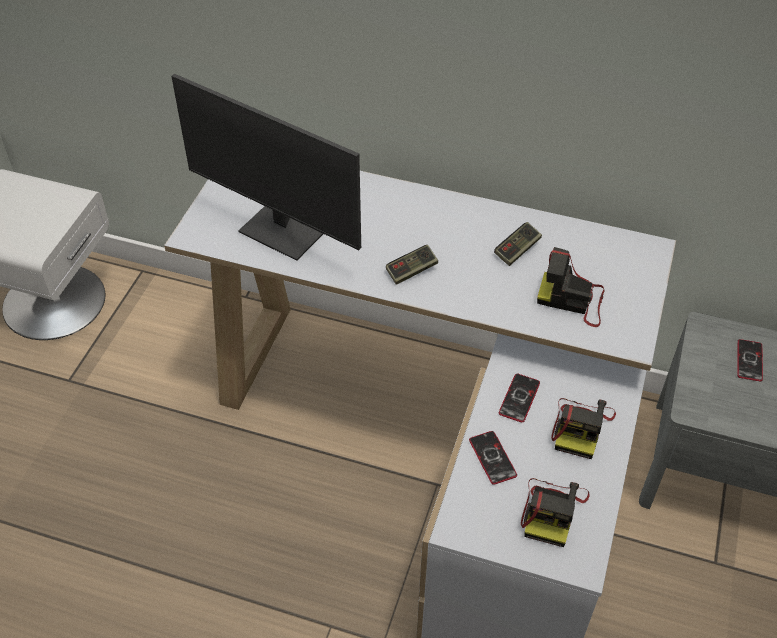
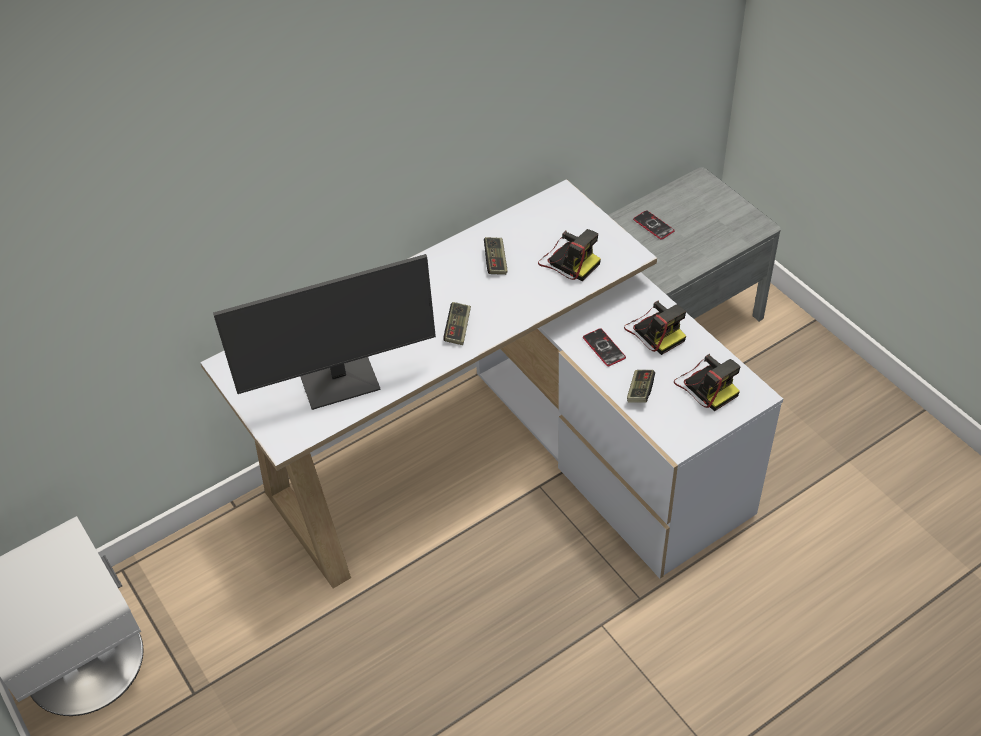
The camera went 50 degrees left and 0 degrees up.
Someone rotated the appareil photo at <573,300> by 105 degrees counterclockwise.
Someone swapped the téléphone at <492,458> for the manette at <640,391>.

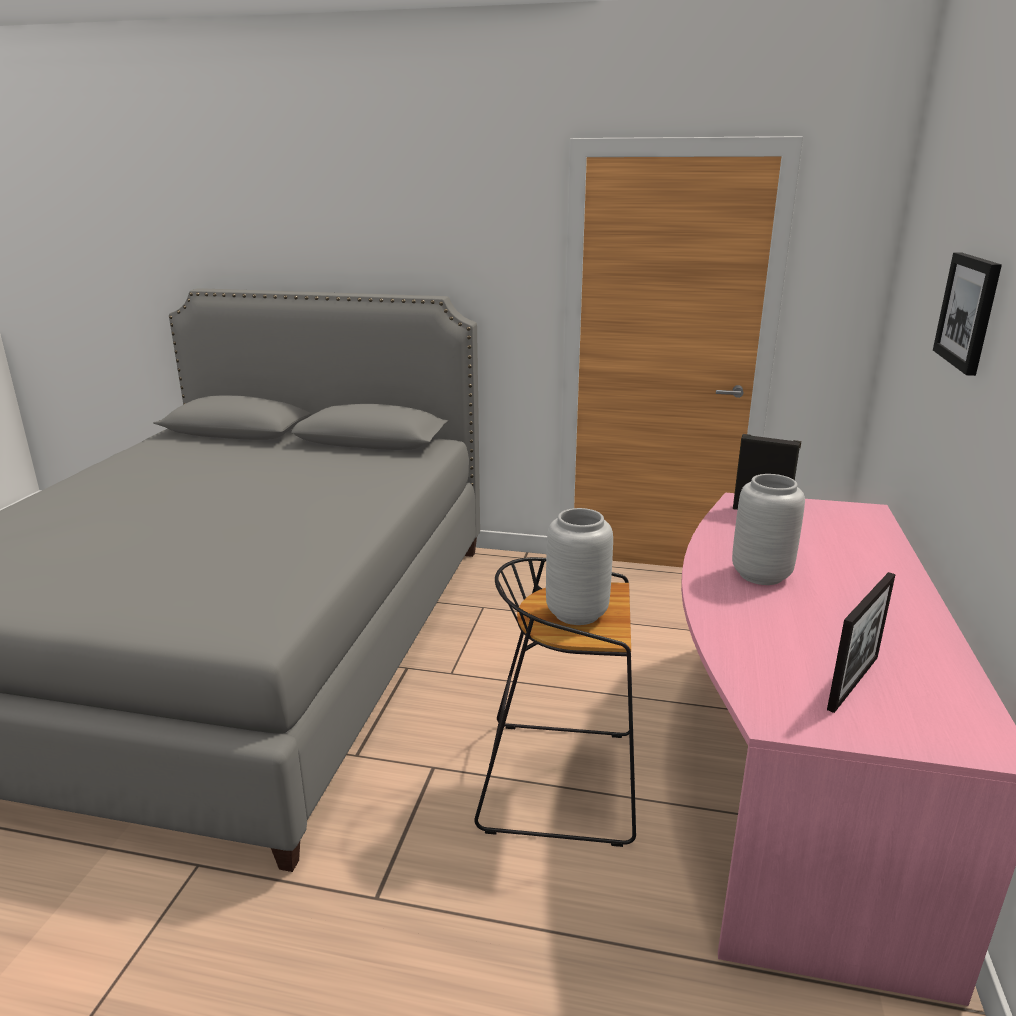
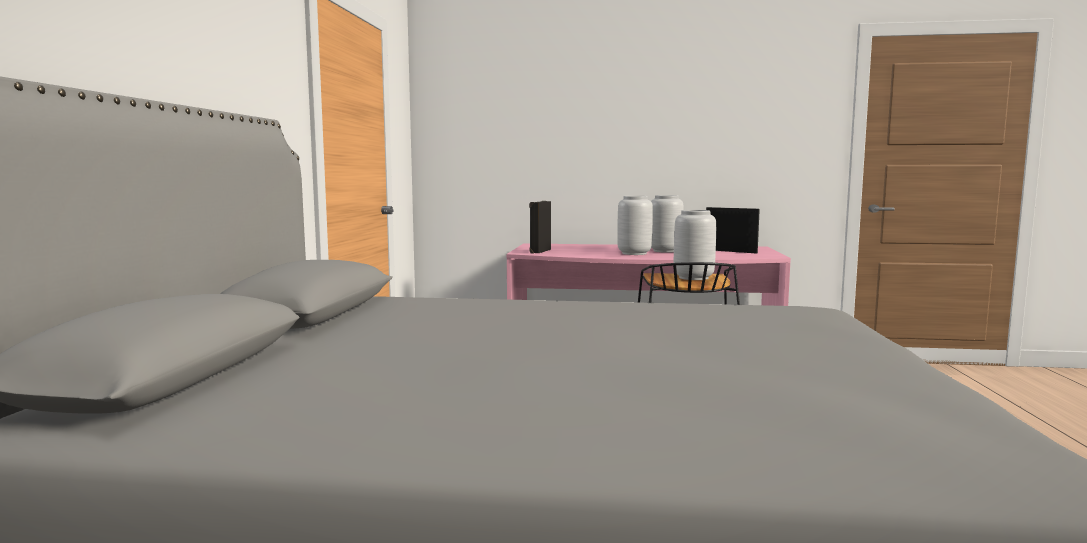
The camera went 95 degrees left and 15 degrees down.
Someone put down the vase (gris) at <665,251>.
Someone took away the tableau at <968,311>.

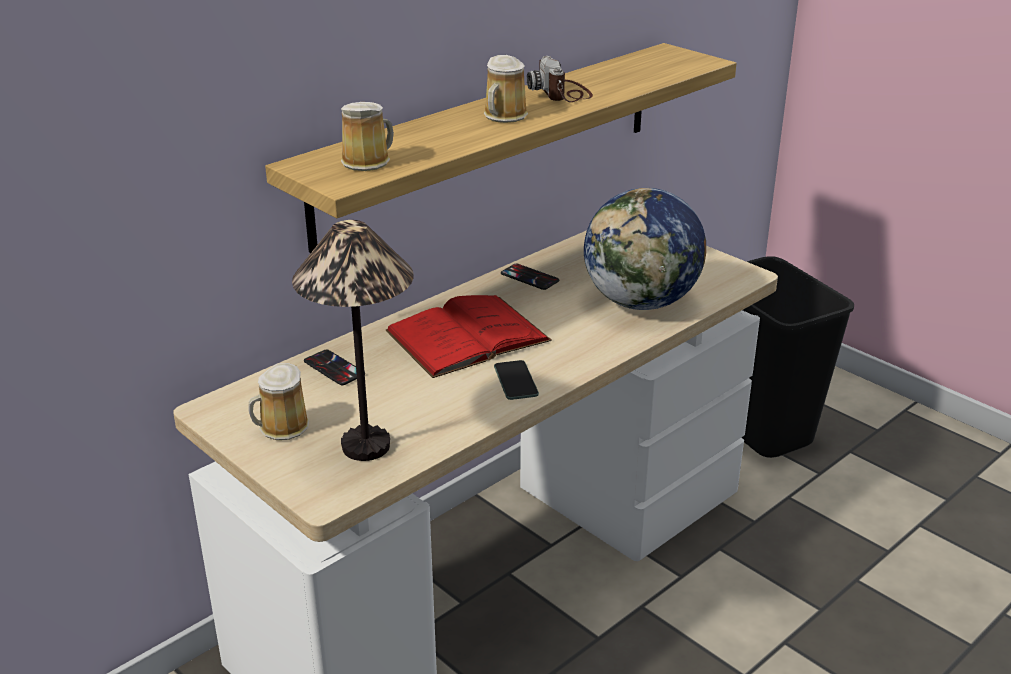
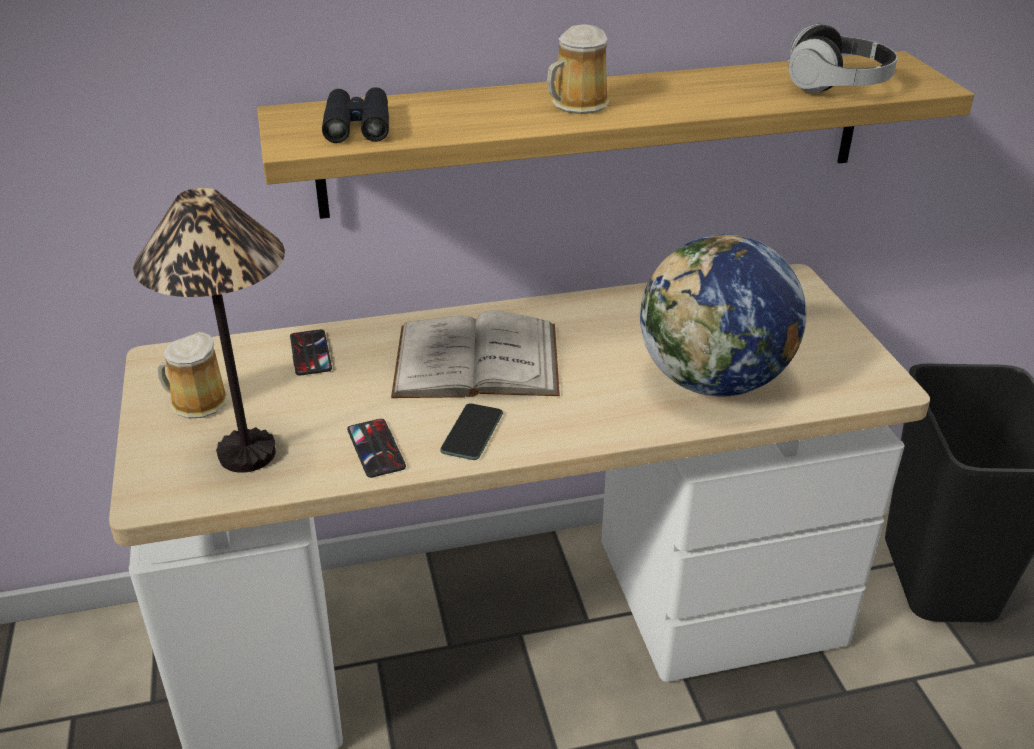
The camera went 30 degrees right and 5 degrees up.
Someone swapped the mug at <368,161> for the jumelles (noir) at <357,126>.
Someone carried the téléphone from <530,277> to <376,448>.
Someone repainted the livre (rouge) at <467,336>, which became the livre (blanc) at <476,360>.
Someone put down the casque audio at <836,86>.
Someone took away the appareil photo at <562,93>.

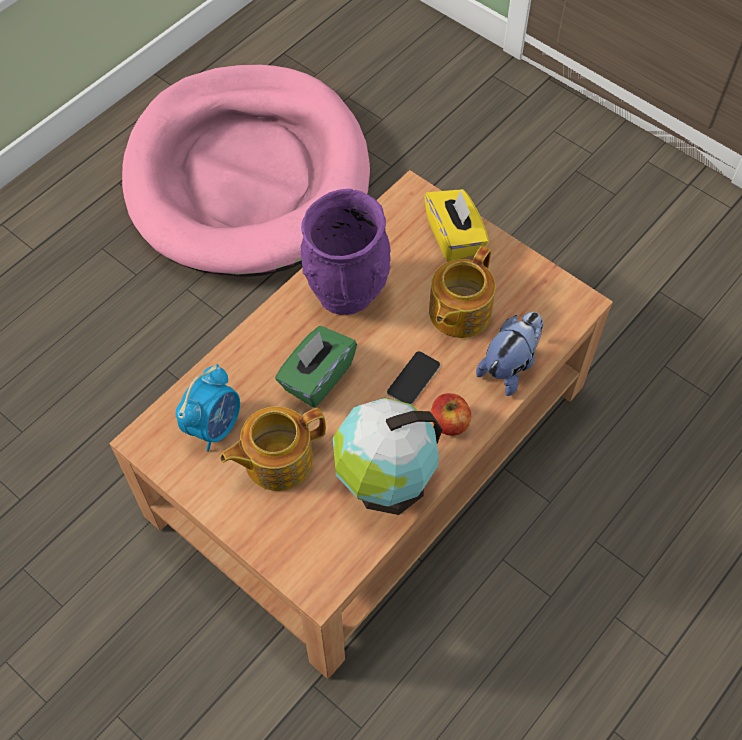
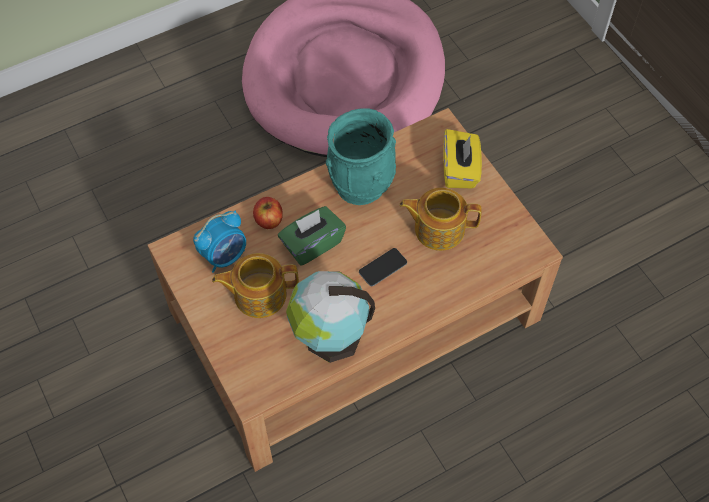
The camera went 20 degrees right and 0 degrees up.
Someone carried the pomme from <449,423> to <268,220>.
Someone repainted the vase (violet) at <346,290>, which became the vase (turquoise) at <361,186>.
Someone rotated the théière at <458,312> by 45 degrees clockwise.
Someone took away the peluche at <510,366>.

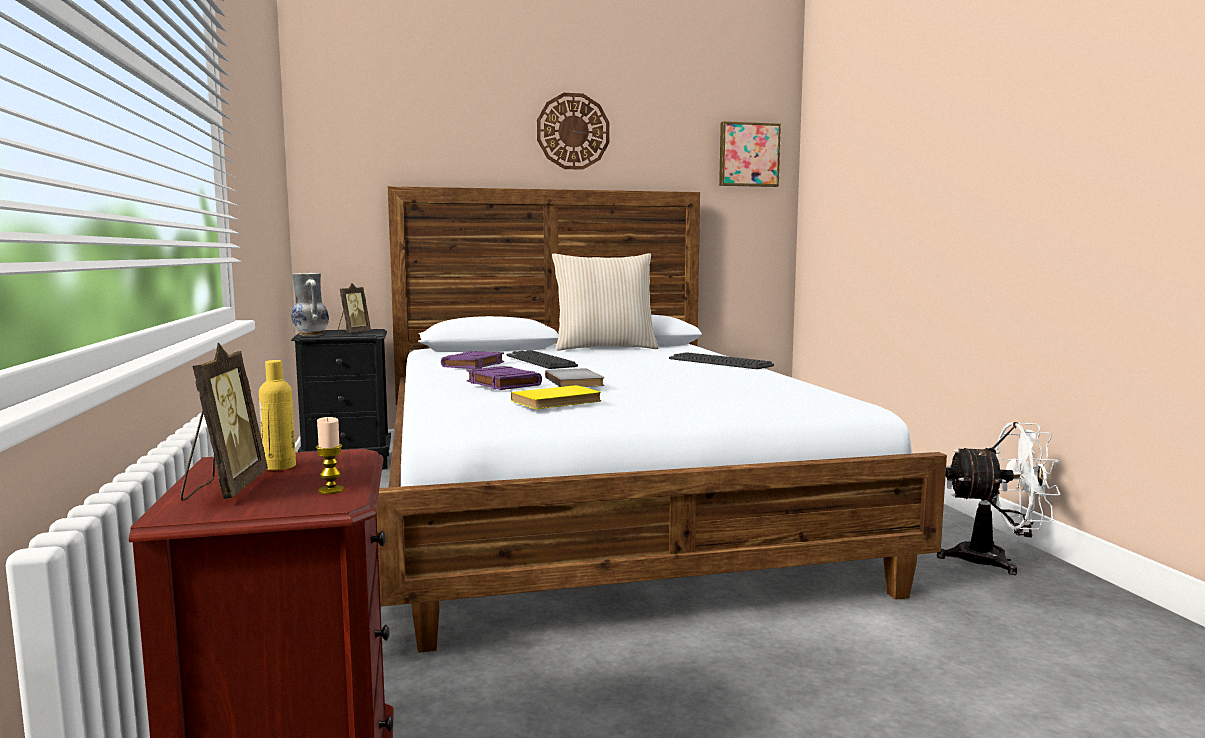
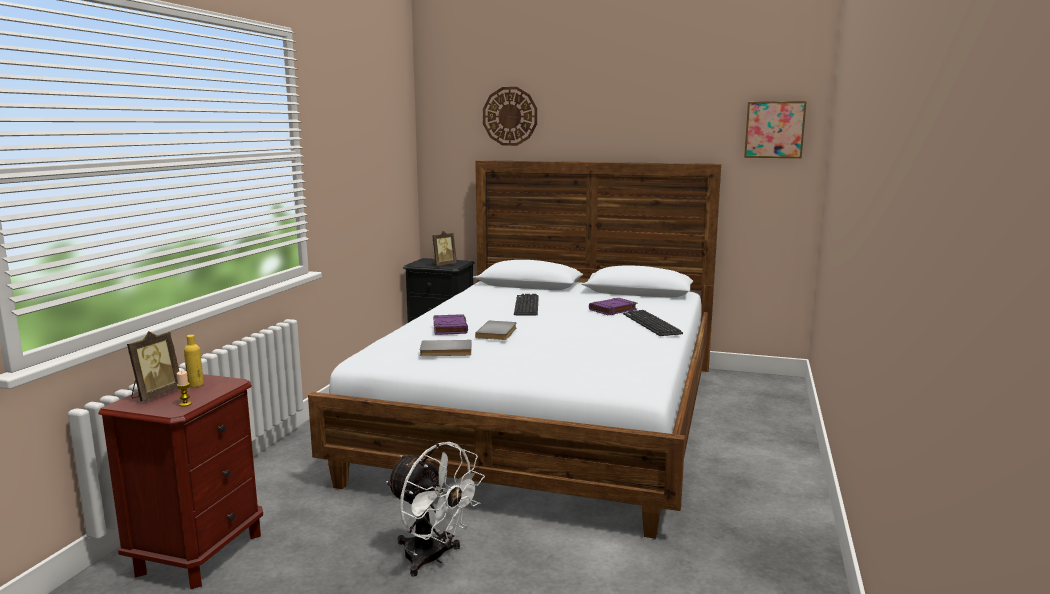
The camera went 30 degrees right and 5 degrees up.
Someone carried the ventilateur (blanc) from <995,560> to <432,559>.
Someone repainted the livre (jaune) at <558,401>, which became the livre (gris) at <446,351>.
Someone carried the horloge murale from <573,131> to <510,116>.
Someone carried the livre (violet) from <473,365> to <612,310>.
Someone took away the vase at <310,335>.
Someone took away the coussin (beige) at <604,348>.

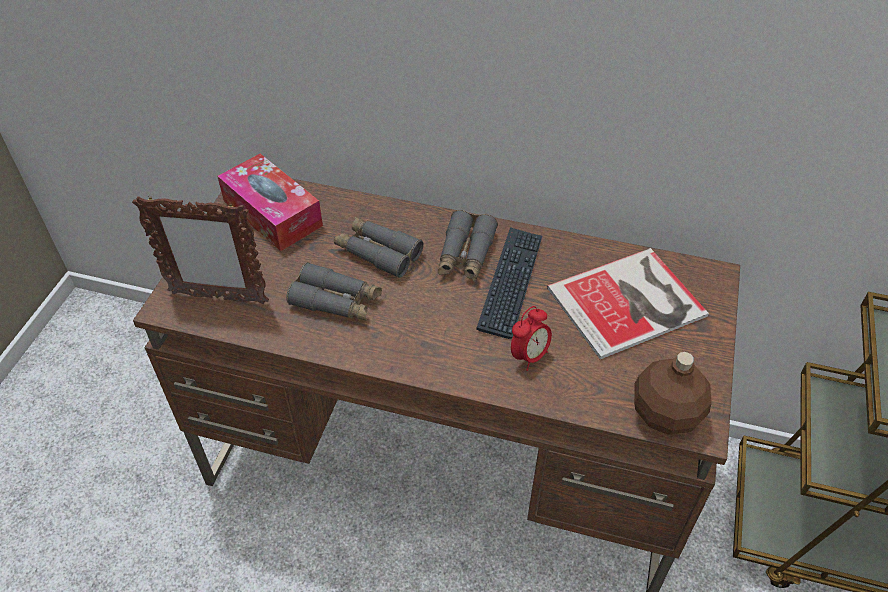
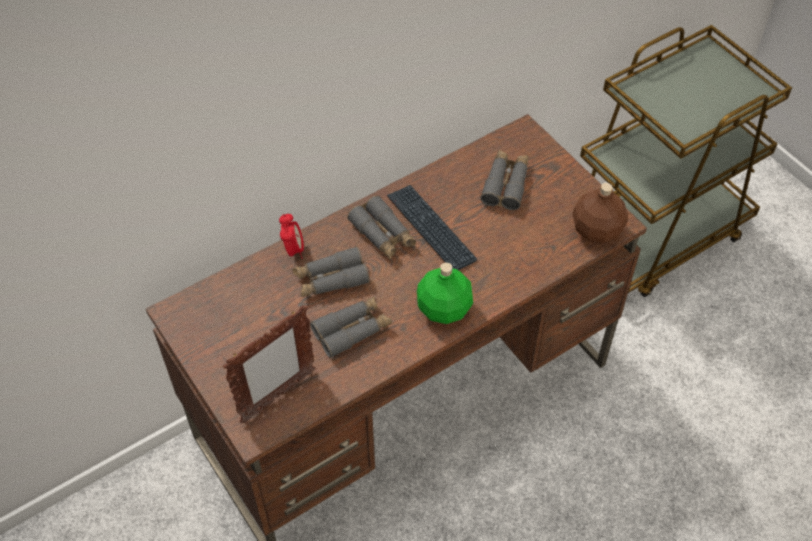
The camera went 50 degrees left and 5 degrees up.
Someone carried the réveil from <529,356> to <293,250>.
Someone put down the bouteille (vert) at <444,308>.
Someone swapped the livre at <631,303> for the jumelles (gris) at <506,184>.
Someone took away the boîte à mouchoirs at <272,213>.

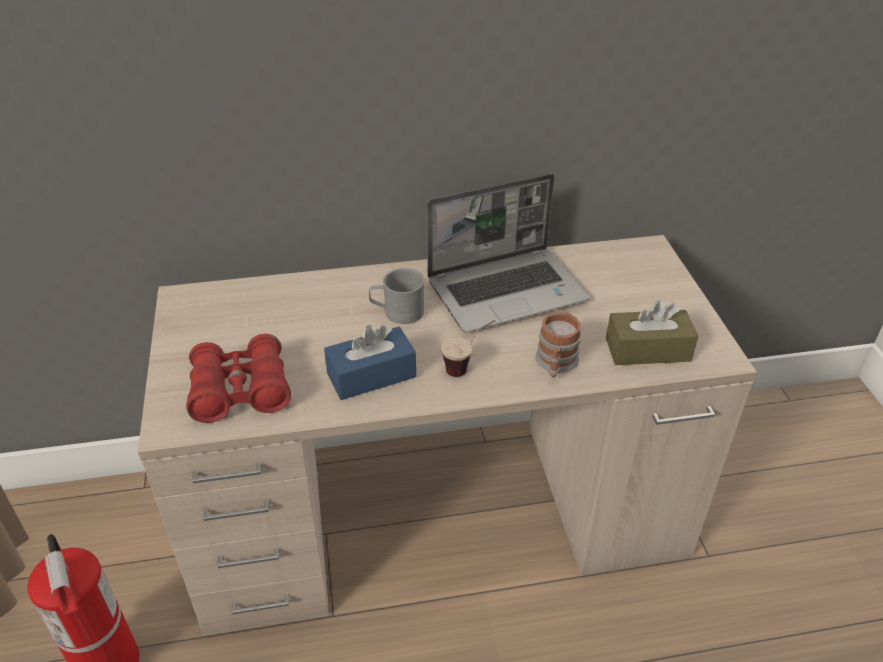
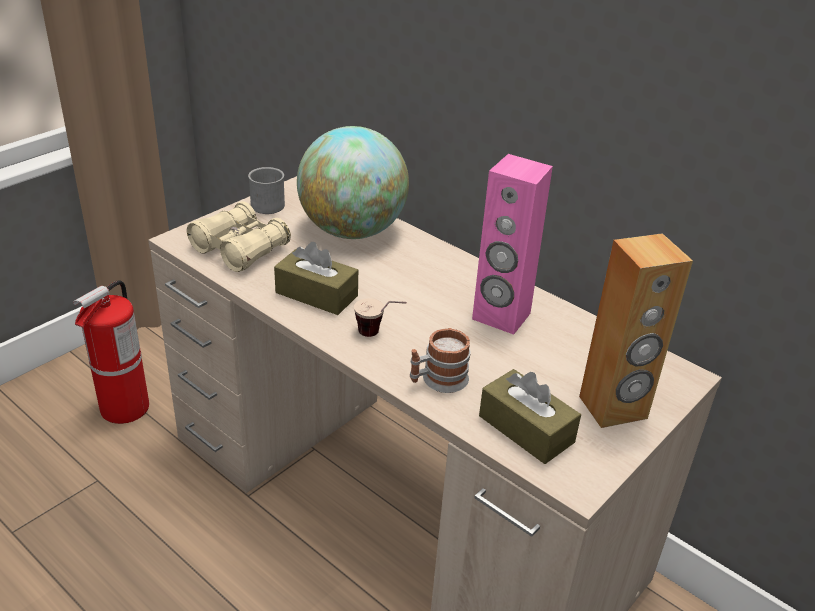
The camera went 50 degrees right and 5 degrees down.
Someone repainted the jumelles (rouge) at <240,391>, which became the jumelles (beige) at <240,249>.
Someone carried the mug (gris) from <397,312> to <264,203>.
Someone repainted the boîte à mouchoirs (bleu) at <371,375>, which became the boîte à mouchoirs (marron) at <316,294>.
Someone put down the globe at <352,231>.
Someone swapped the ordinateur portable at <507,290> for the enceinte (rose) at <501,316>.
Someone put down the enceinte (marron) at <613,408>.

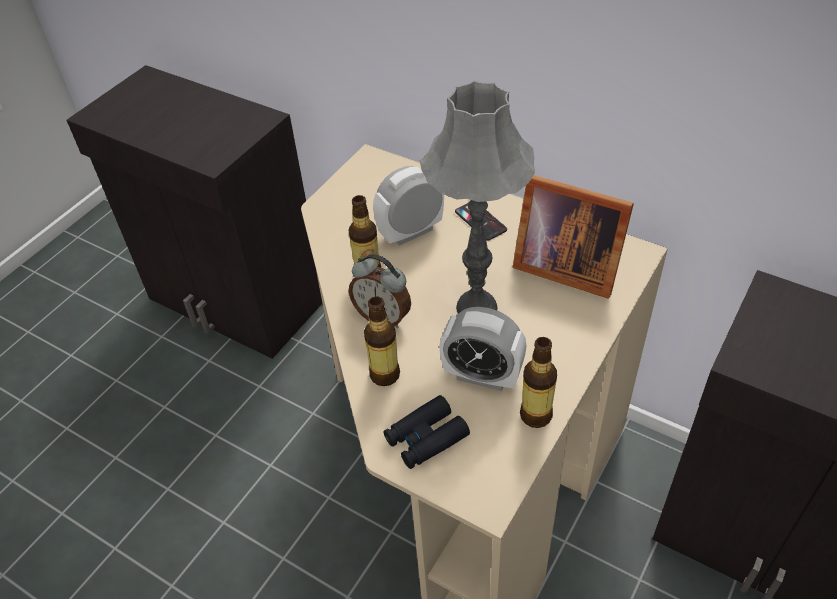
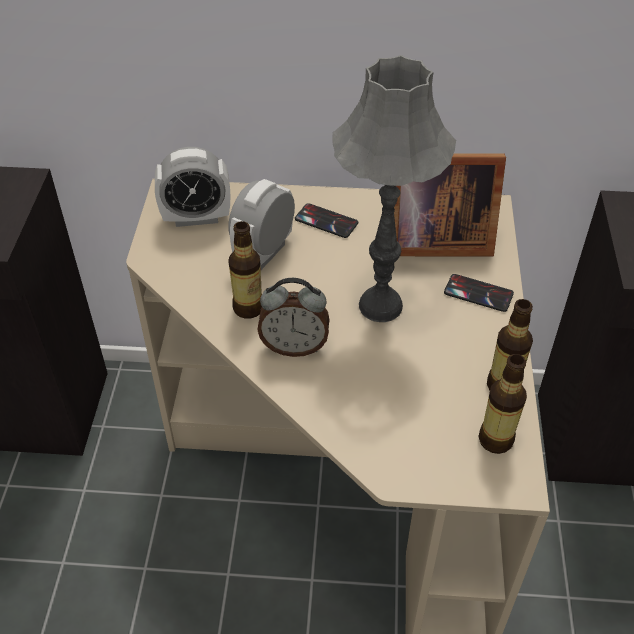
The camera went 30 degrees left and 0 degrees up.
Someone carried the réveil from <482,376> to <196,218>.
Someone put down the téléphone at <478,293>.
Someone carried the bouteille from <384,374> to <495,440>.
Someone took away the jumelles (noir) at <426,438>.

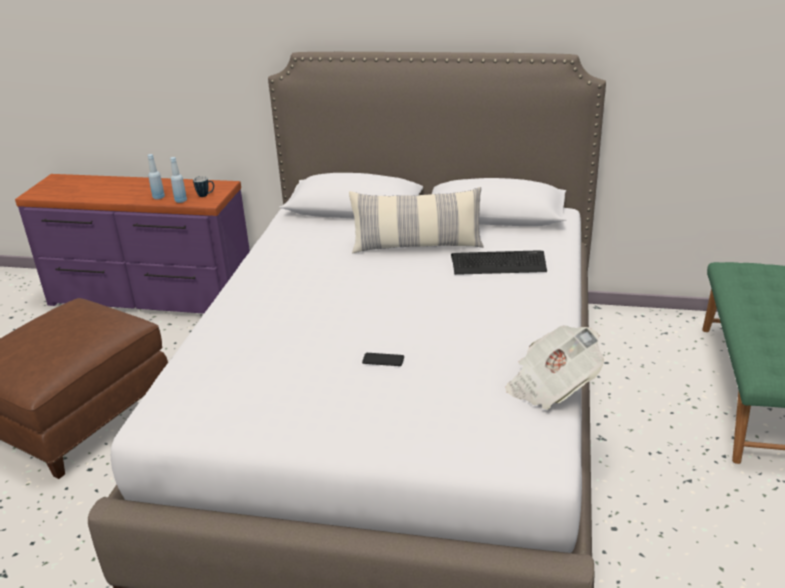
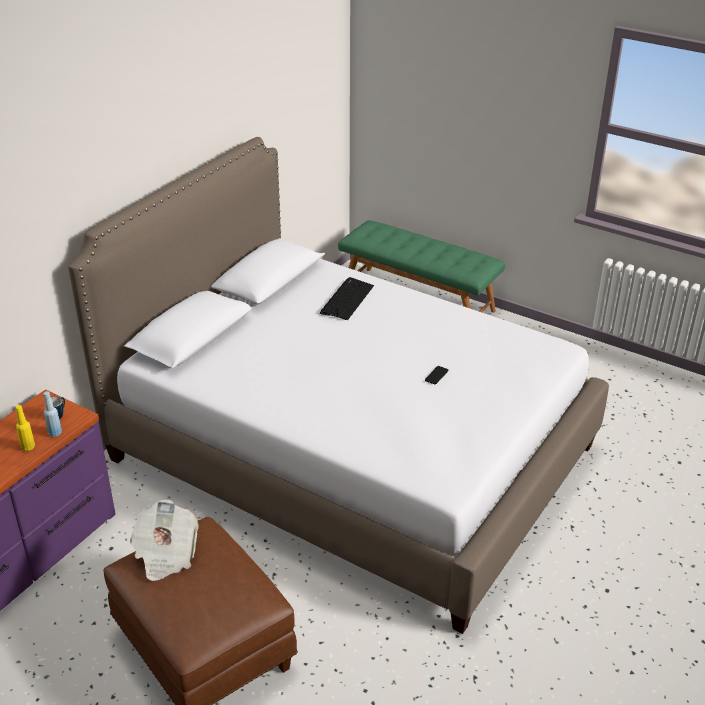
The camera went 70 degrees left and 5 degrees up.
Someone repainted the bouteille (bleu) at <158,197>, which became the bouteille (jaune) at <28,447>.
Someone carried the journal from <551,386> to <165,554>.
Someone took away the coussin at <417,246>.

